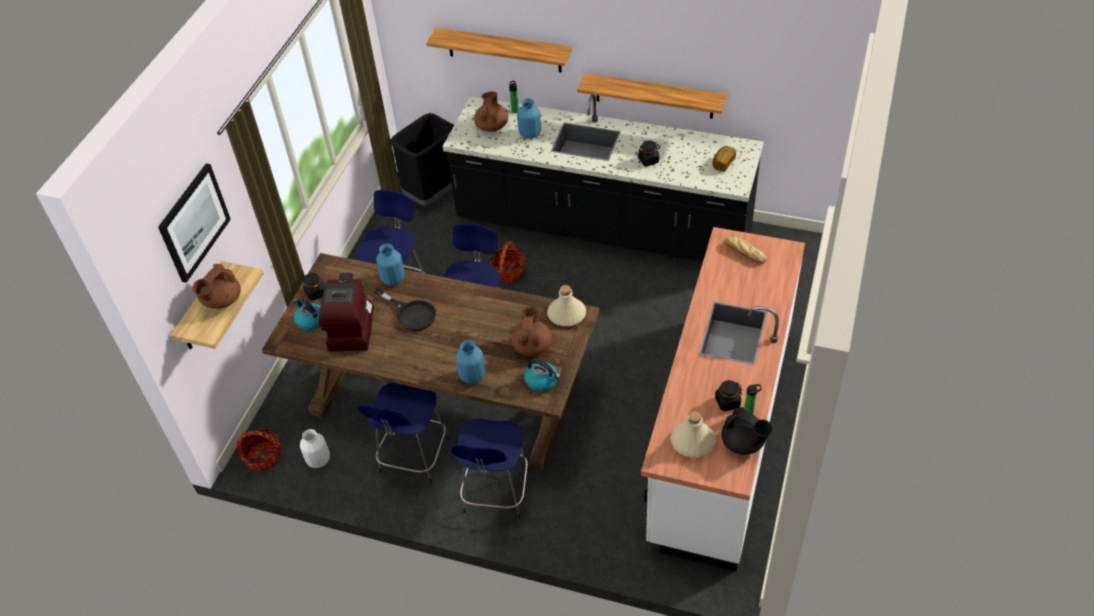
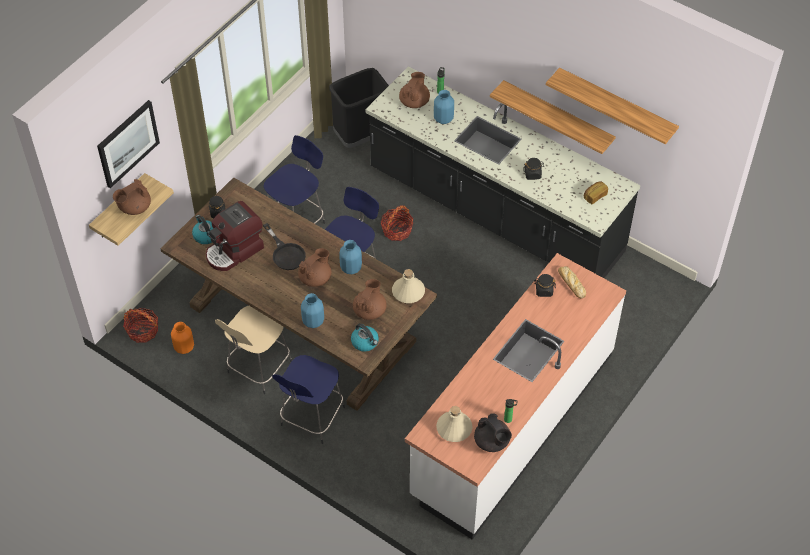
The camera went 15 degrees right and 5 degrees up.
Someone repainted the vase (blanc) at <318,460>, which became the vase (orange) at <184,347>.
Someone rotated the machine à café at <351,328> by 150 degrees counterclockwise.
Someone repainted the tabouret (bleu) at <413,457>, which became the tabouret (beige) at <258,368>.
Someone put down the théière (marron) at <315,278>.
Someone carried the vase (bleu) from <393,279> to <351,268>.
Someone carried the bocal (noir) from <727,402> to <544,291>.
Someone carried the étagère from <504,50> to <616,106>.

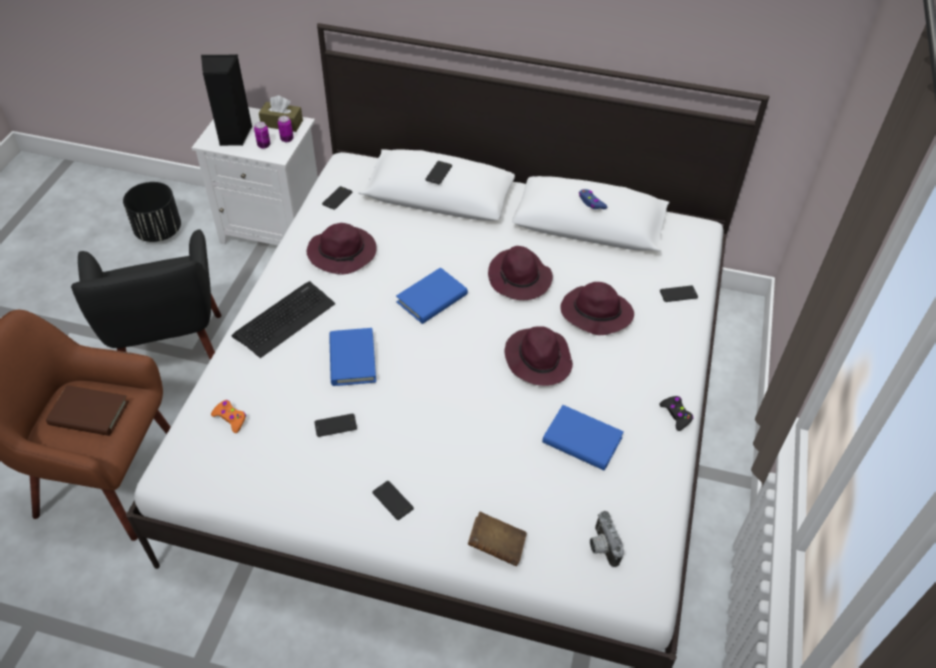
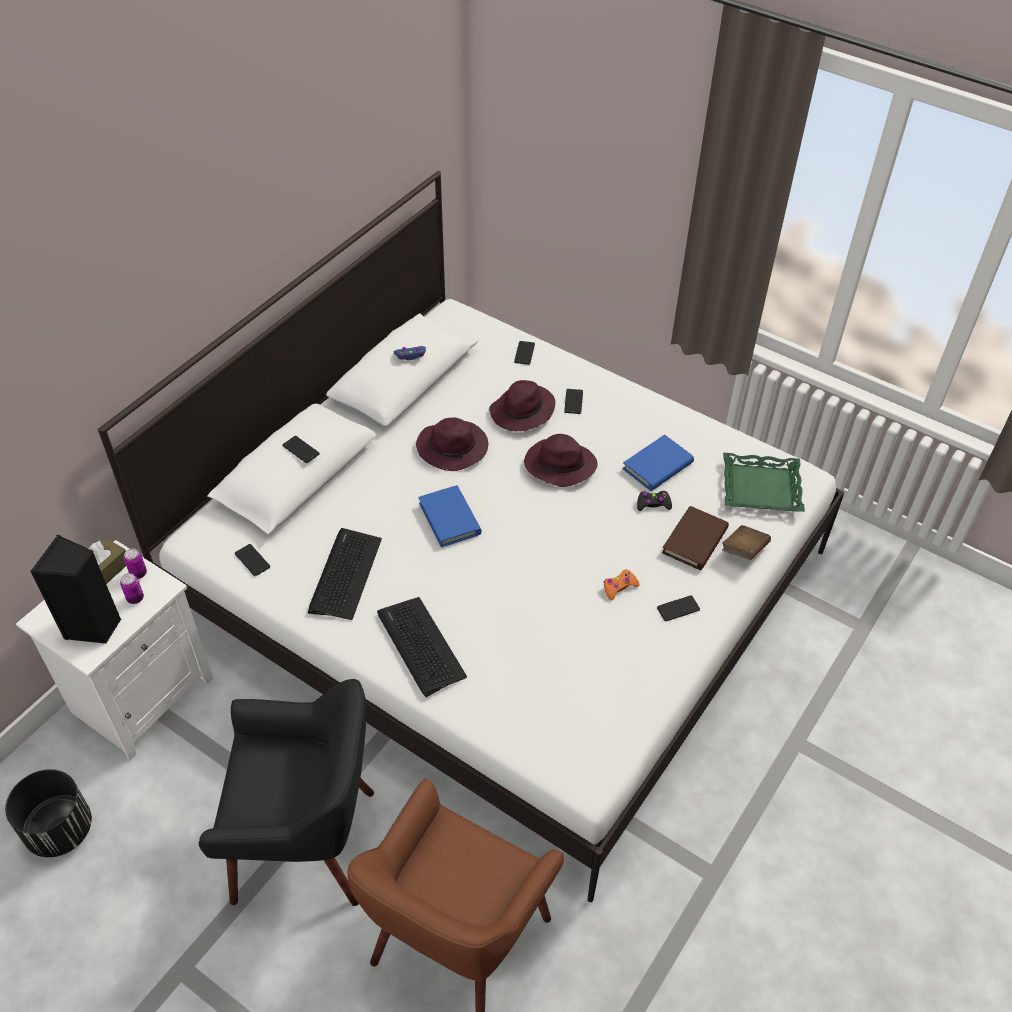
The camera went 70 degrees left and 0 degrees up.
Someone swapped the chapeau (violet) at <343,253> for the clavier at <345,574>.
Someone carried the téléphone from <335,425> to <573,401>.
Someone carried the manette (orange) from <230,418> to <619,587>.
Someone carried the manette (noir) from <676,415> to <653,504>.
Someone carried the livre (marron) from <89,413> to <695,541>.
Someone swapped the appareil photo at <601,546> for the plateau (vert) at <761,487>.
Someone took away the livre (bleu) at <352,359>.

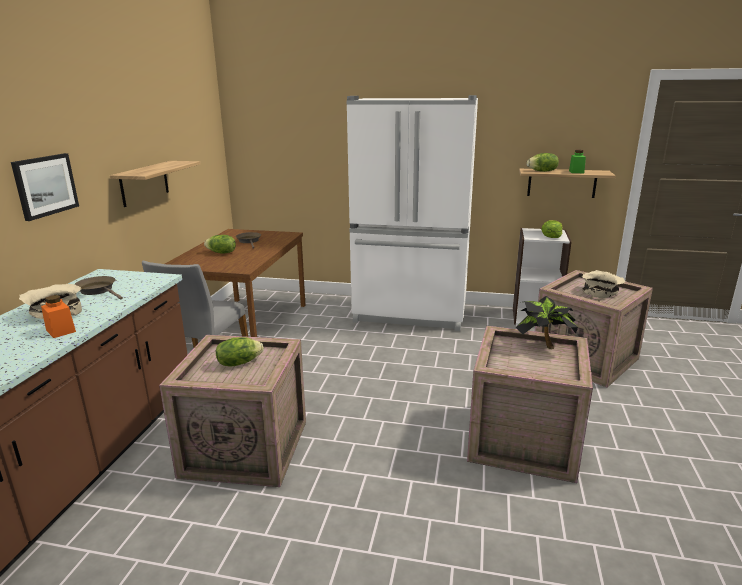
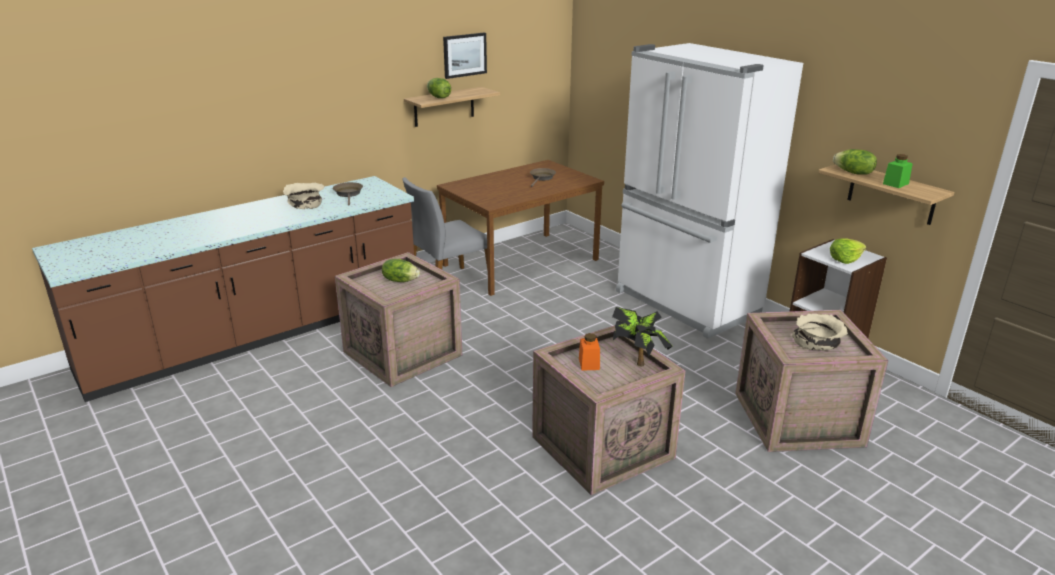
The camera went 40 degrees right and 5 degrees up.
Someone carried the laitue from <221,253> to <438,97>.
Someone carried the tableau from <45,185> to <464,55>.
Someone carried the bocal (orange) from <61,331> to <589,364>.

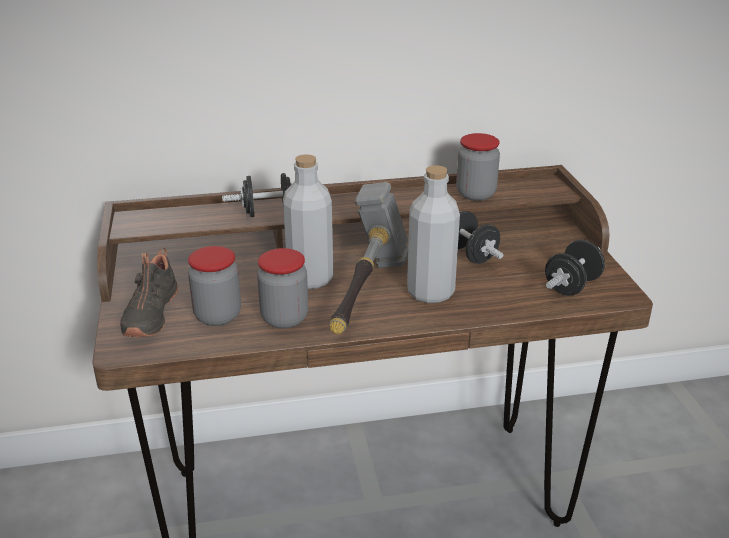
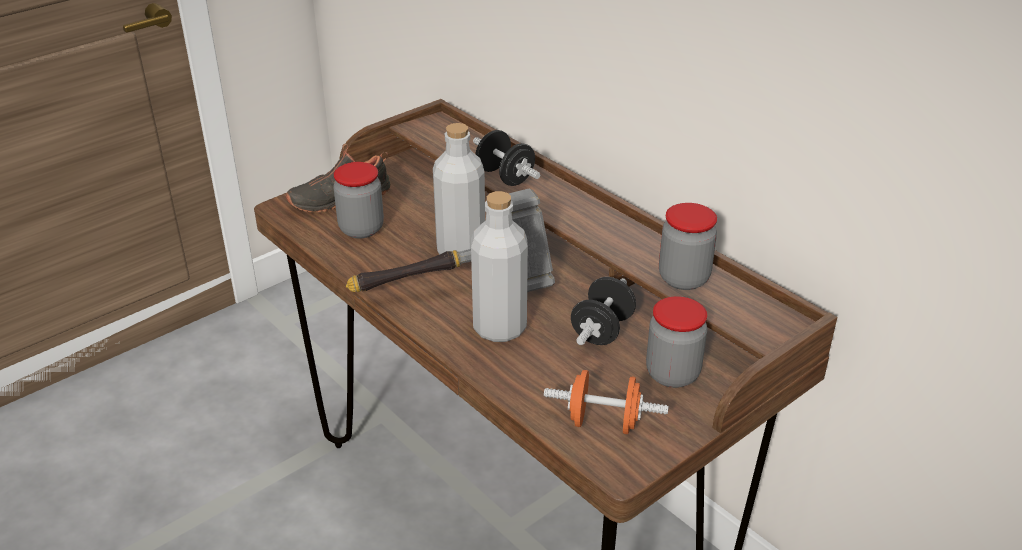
The camera went 60 degrees right and 5 degrees up.
Someone repainted the haltère (noir) at <572,286>, which became the haltère (orange) at <604,422>.
Someone carried the bocal from <284,318> to <672,374>.

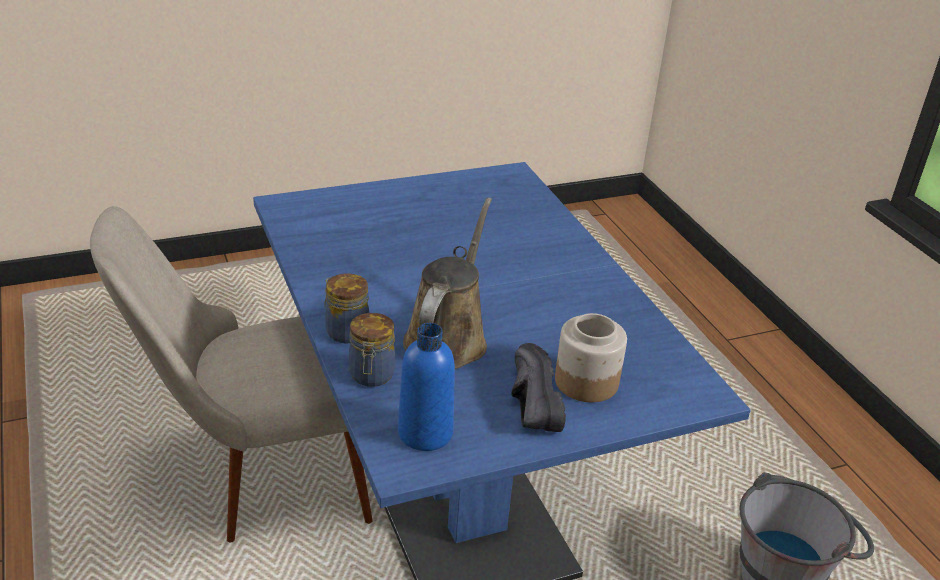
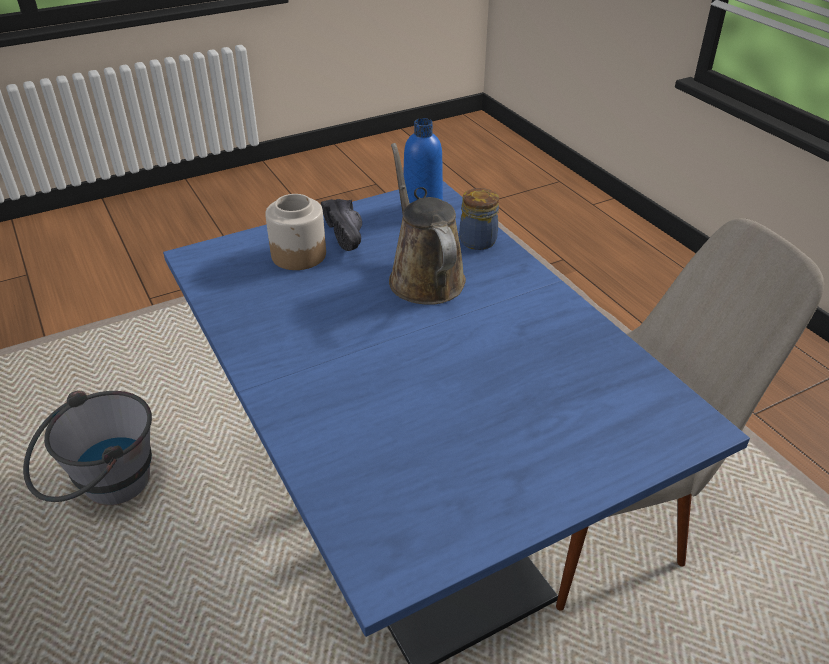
The camera went 175 degrees right and 5 degrees up.
Someone rotated the arrosoir (marron) at <448,338> by 150 degrees clockwise.
Someone took away the bocal at <345,331>.

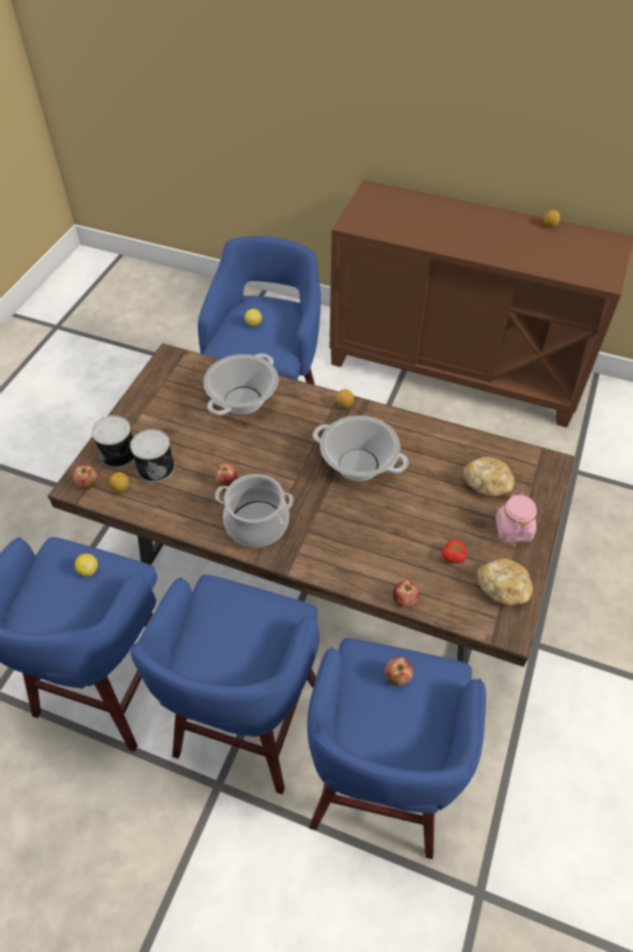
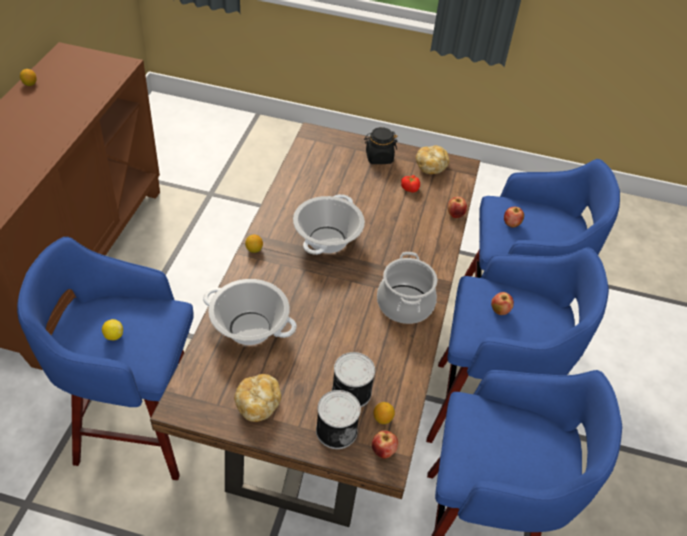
The camera went 100 degrees left and 5 degrees down.
Someone carried the pain from <487,484> to <258,404>.
Someone repainted the bocal (rose) at <513,529>, which became the bocal (noir) at <379,157>.
Someone carried the pomme from <227,483> to <499,311>.
Someone took away the citron at <88,570>.

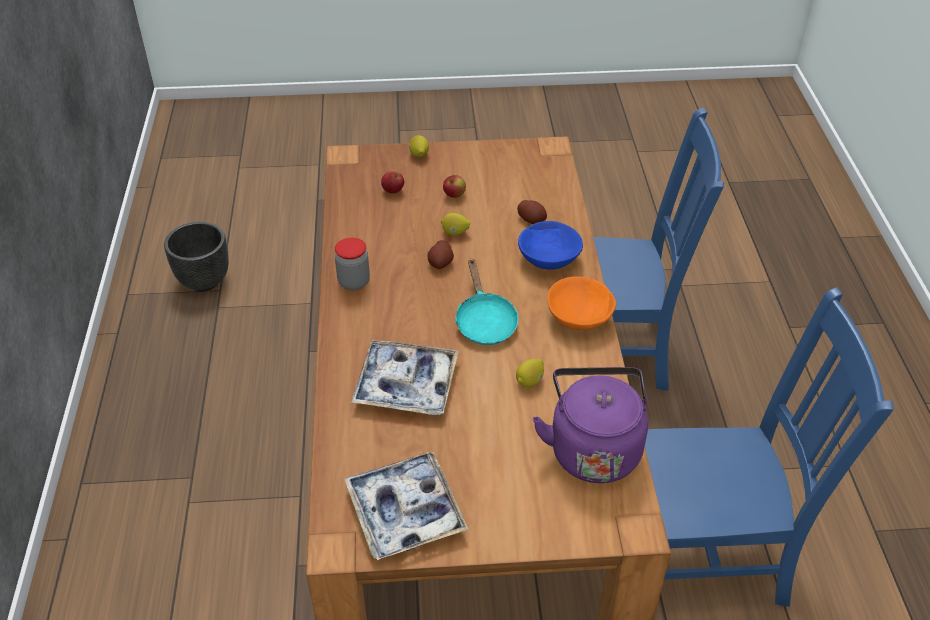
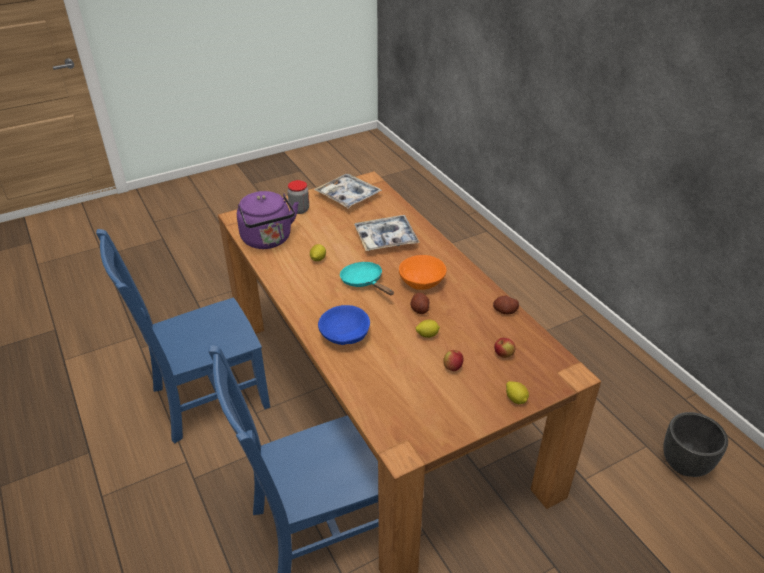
The camera went 155 degrees right and 5 degrees down.
Someone carried the bocal from <354,282> to <299,210>.
Someone carried the bol (orange) from <578,317> to <422,282>.
Someone carried the pomme de terre from <532,219> to <505,311>.

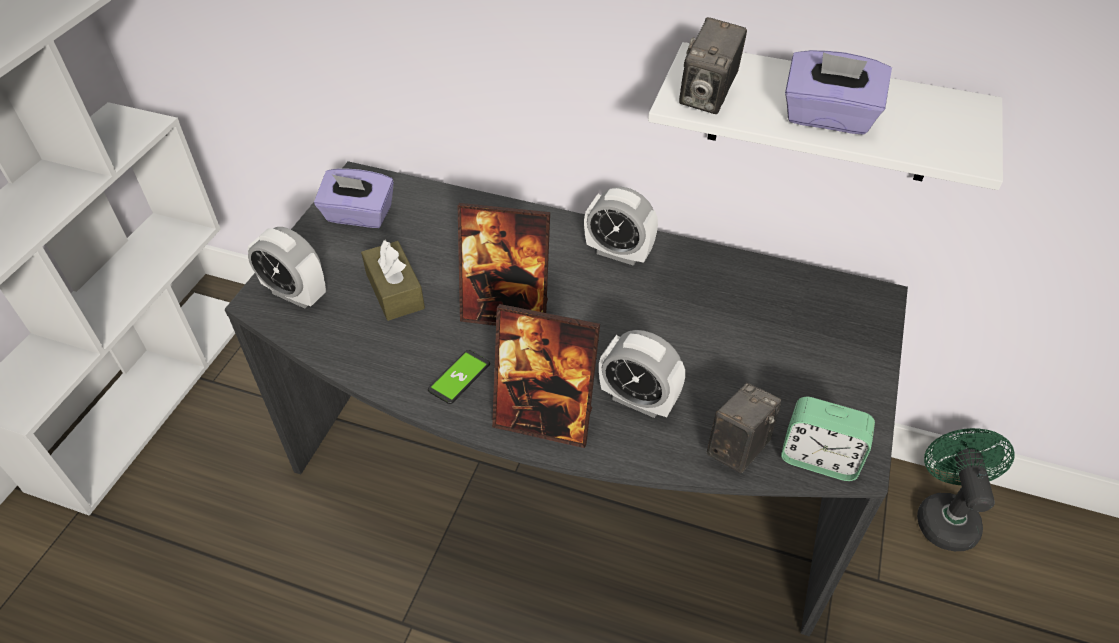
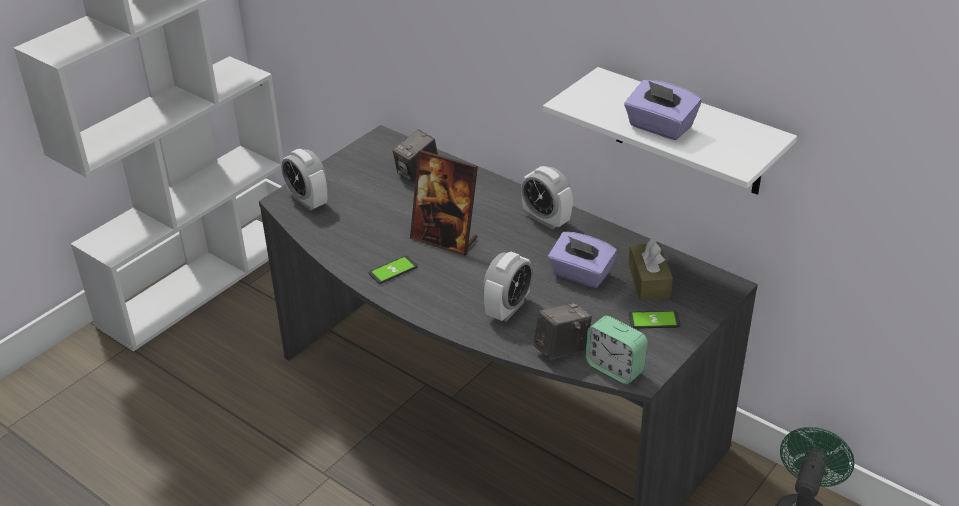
The camera went 20 degrees right and 10 degrees down.
Someone carried the appareil photo from <707,97> to <417,173>.
Someone rotated the réveil at <638,400> by 105 degrees counterclockwise.
Someone carried the boîte à mouchoirs (violet) from <359,216> to <581,274>.
Someone carried the boîte à mouchoirs (marron) from <395,291> to <649,281>.
Someone put down the téléphone at <654,320>.
Someone took away the cadre photo at <544,419>.

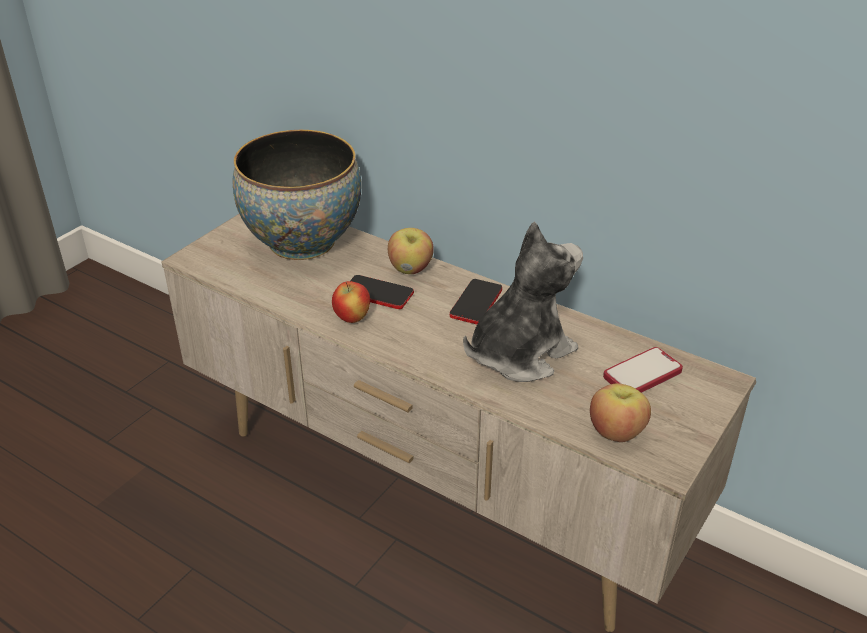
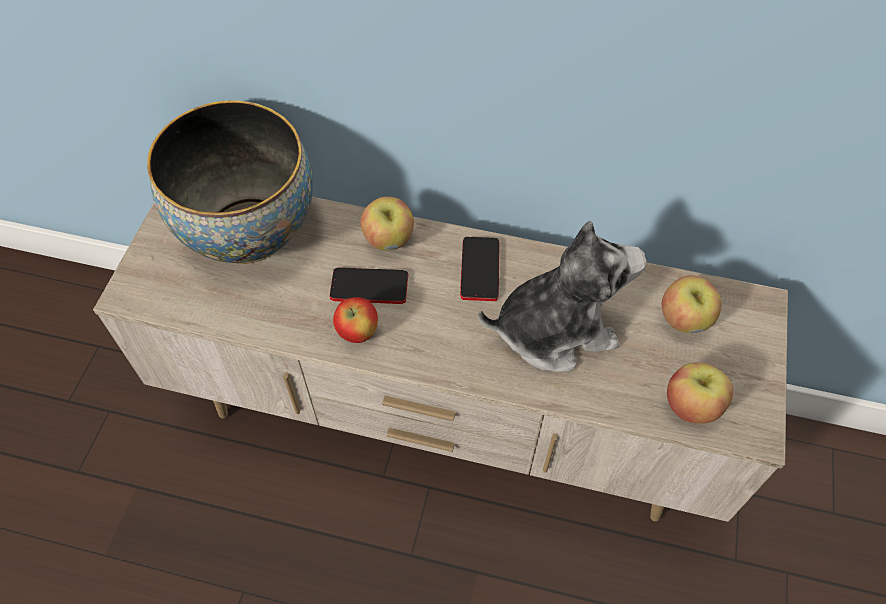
The camera went 20 degrees left and 20 degrees up.
Someone rotated the peluche at <519,353> by 45 degrees clockwise.
Someone swapped the téléphone at <642,374> for the pomme at <684,319>.

